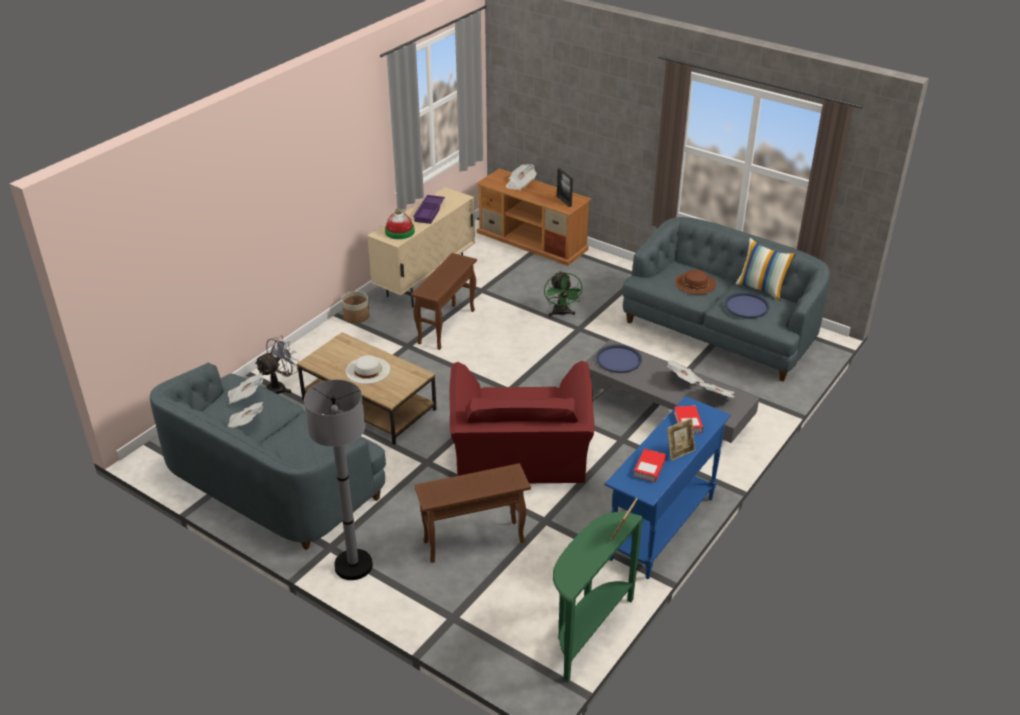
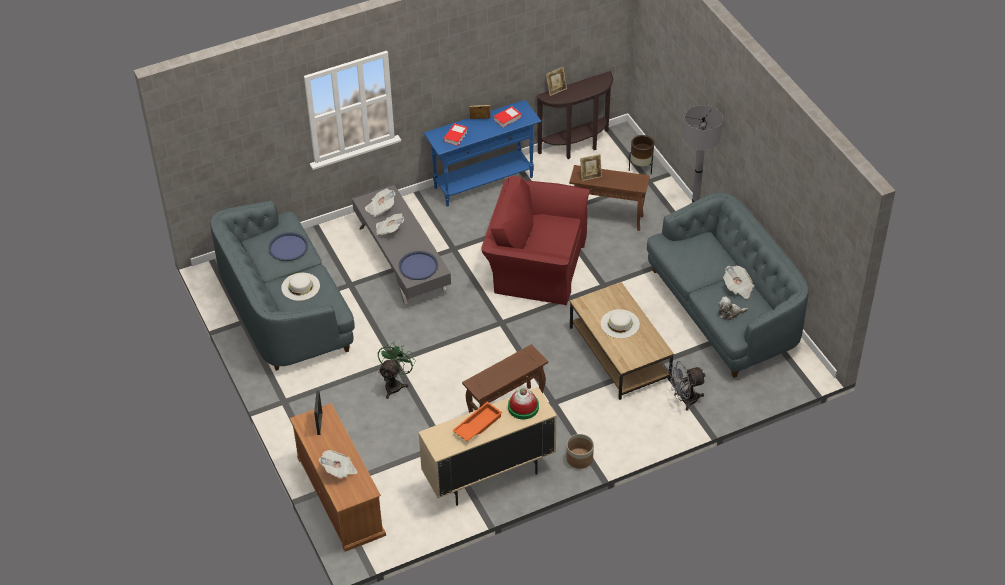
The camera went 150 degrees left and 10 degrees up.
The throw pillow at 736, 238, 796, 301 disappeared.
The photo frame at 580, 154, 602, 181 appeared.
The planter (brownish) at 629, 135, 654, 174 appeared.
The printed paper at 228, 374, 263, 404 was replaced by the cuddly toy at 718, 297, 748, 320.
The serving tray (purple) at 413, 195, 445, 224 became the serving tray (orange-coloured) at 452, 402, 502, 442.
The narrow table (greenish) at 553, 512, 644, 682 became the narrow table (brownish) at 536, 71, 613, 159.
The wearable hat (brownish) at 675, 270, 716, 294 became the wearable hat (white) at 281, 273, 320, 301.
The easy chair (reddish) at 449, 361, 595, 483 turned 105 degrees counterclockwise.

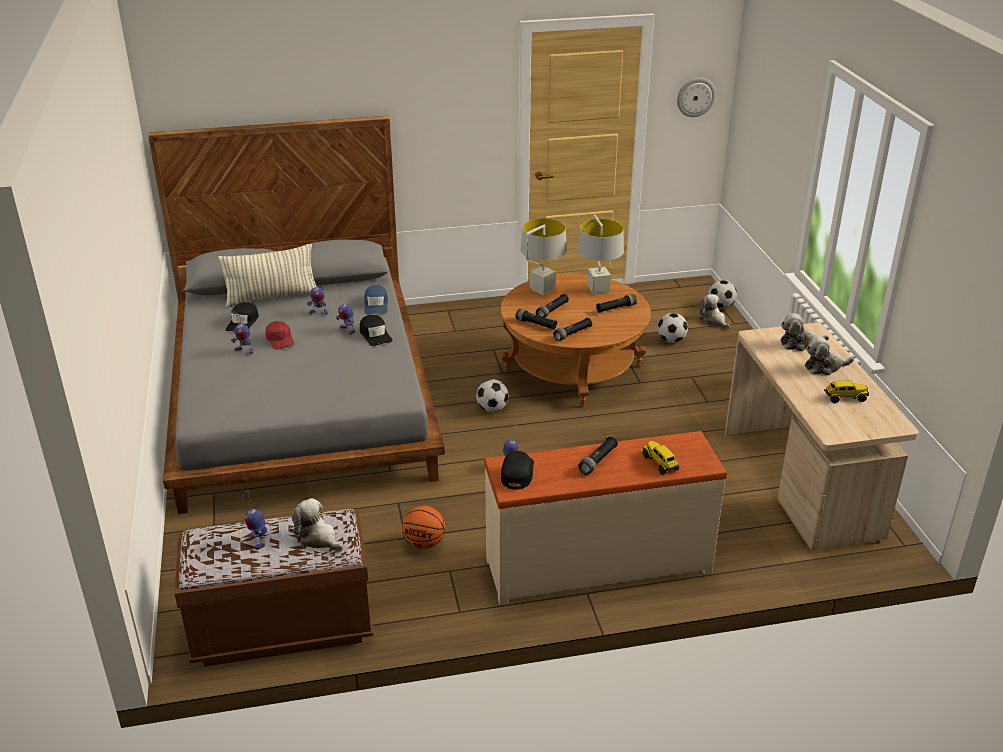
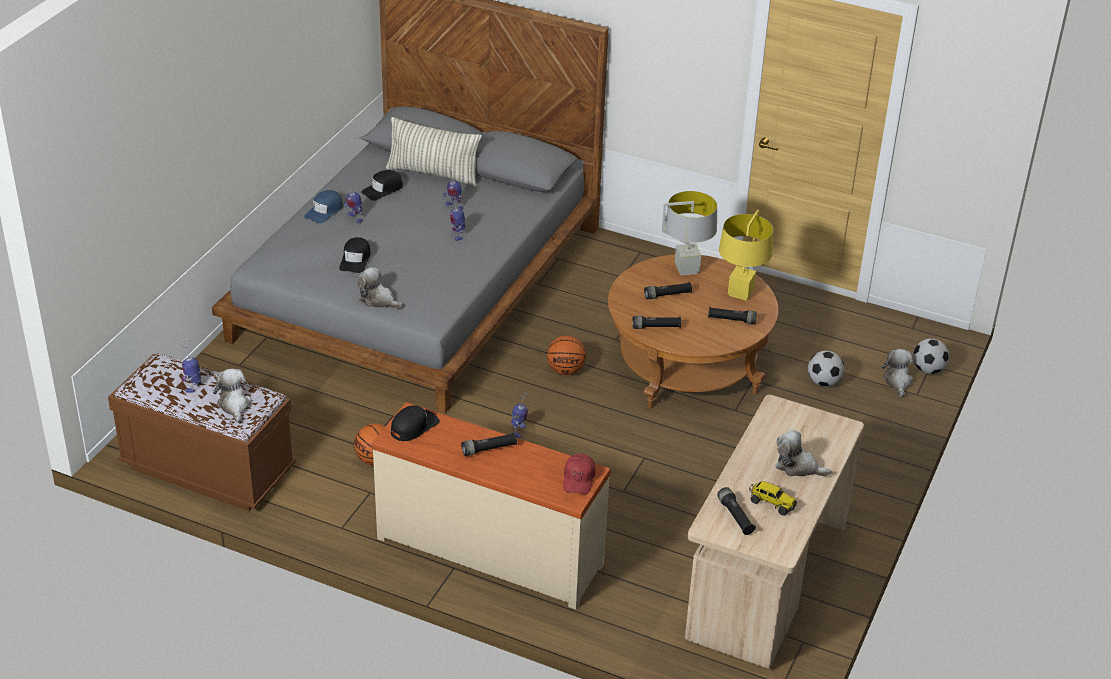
The camera went 35 degrees right and 5 degrees up.
The toy truck at 642, 441, 679, 475 disappeared.
The hanging clock at 677, 78, 716, 117 disappeared.
The peaked cap (reddish) moved from 266, 321, 294, 350 to 563, 454, 596, 494.
The peaked cap (black) moved from 360, 315, 392, 346 to 339, 237, 371, 273.
The peaked cap (blue) moved from 364, 285, 388, 314 to 304, 190, 343, 223.
The torch (black) moved from 515, 309, 557, 330 to 717, 487, 756, 535.
The cuddly toy moved from 781, 313, 829, 351 to 357, 267, 402, 309.
The football at 476, 379, 509, 412 was replaced by the basketball ball at 547, 336, 586, 375.
The lamp for a table (greyish) at 577, 214, 624, 295 became the lamp for a table (yellow) at 719, 210, 773, 301.

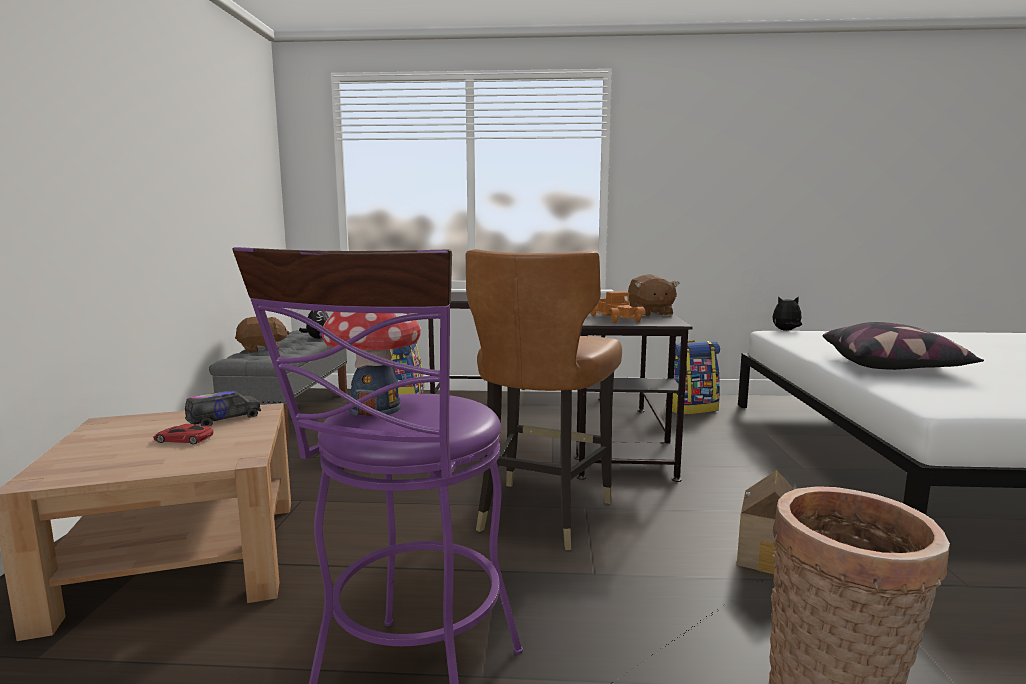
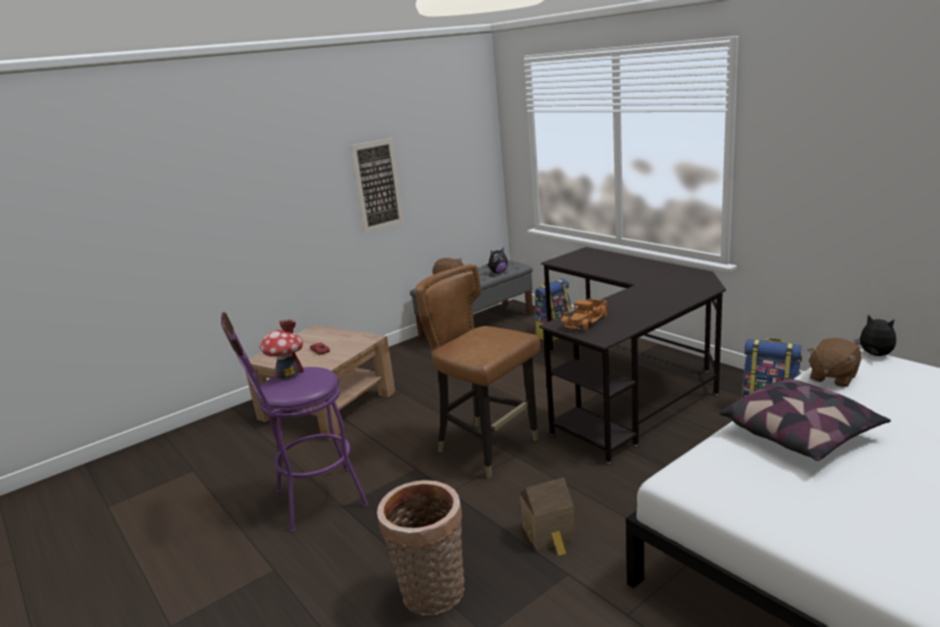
The camera went 50 degrees right and 10 degrees up.
The toy truck at 185, 391, 261, 426 disappeared.
The picture at 350, 138, 404, 233 appeared.
The cuddly toy (brownish) moved from 628, 274, 680, 317 to 808, 338, 861, 387.
The plain chair (brownish) at 465, 249, 622, 550 turned 60 degrees clockwise.

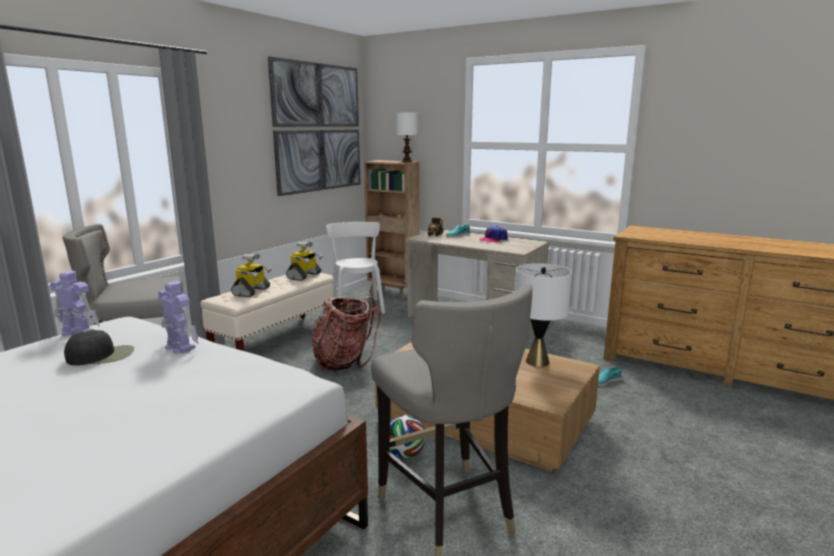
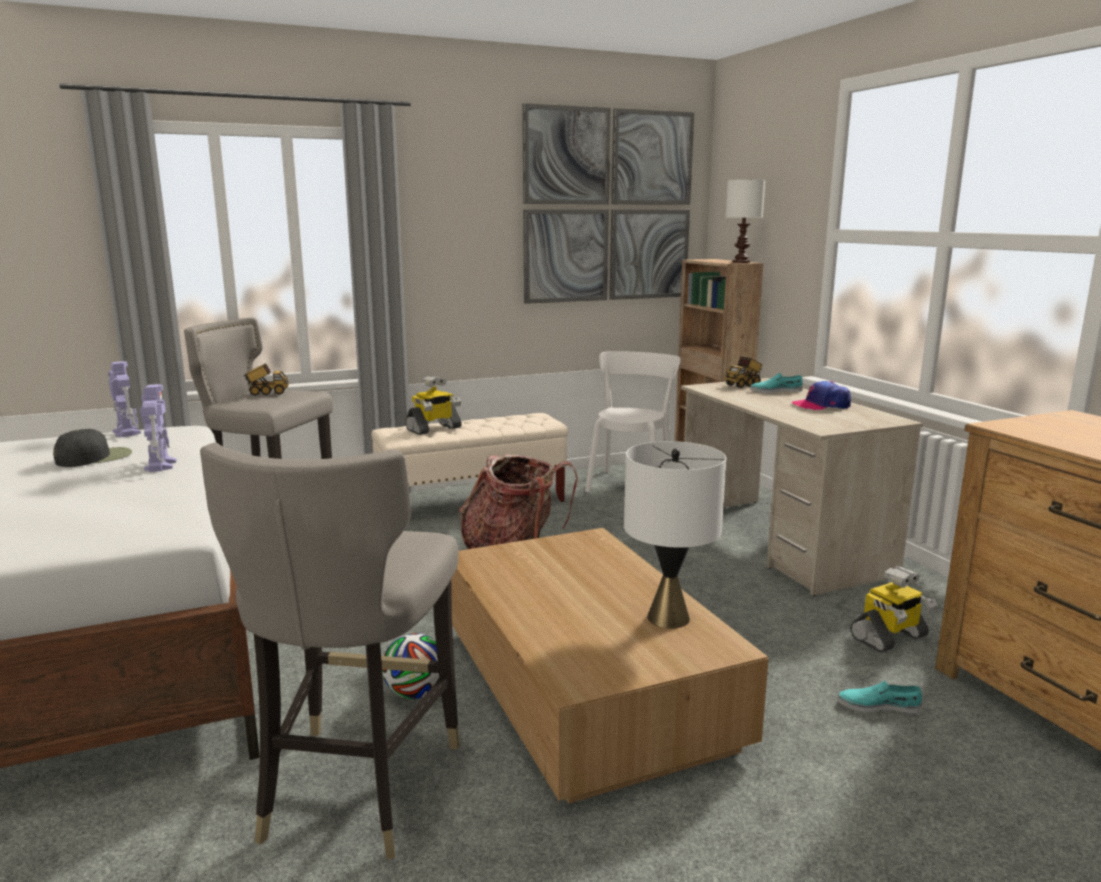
The camera went 35 degrees right and 0 degrees up.
The toy truck at 244, 363, 289, 396 appeared.
The robot figure moved from 286, 241, 322, 281 to 850, 566, 938, 653.
The peaked cap (black) at 64, 330, 134, 366 turned 60 degrees counterclockwise.

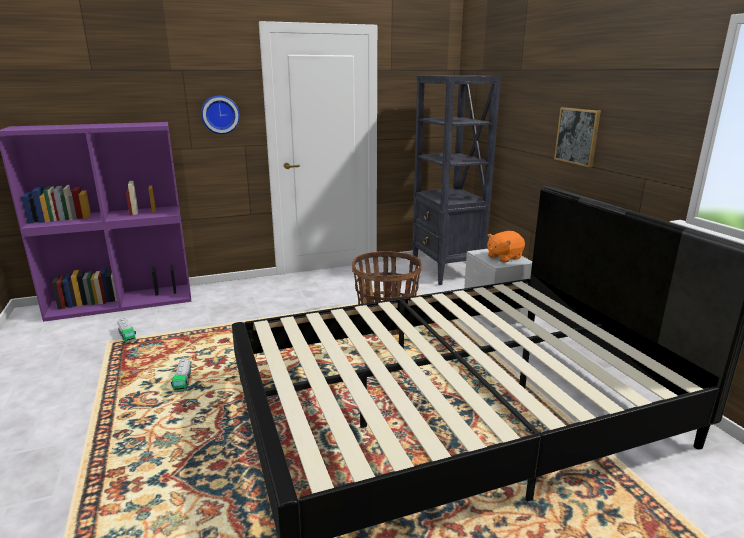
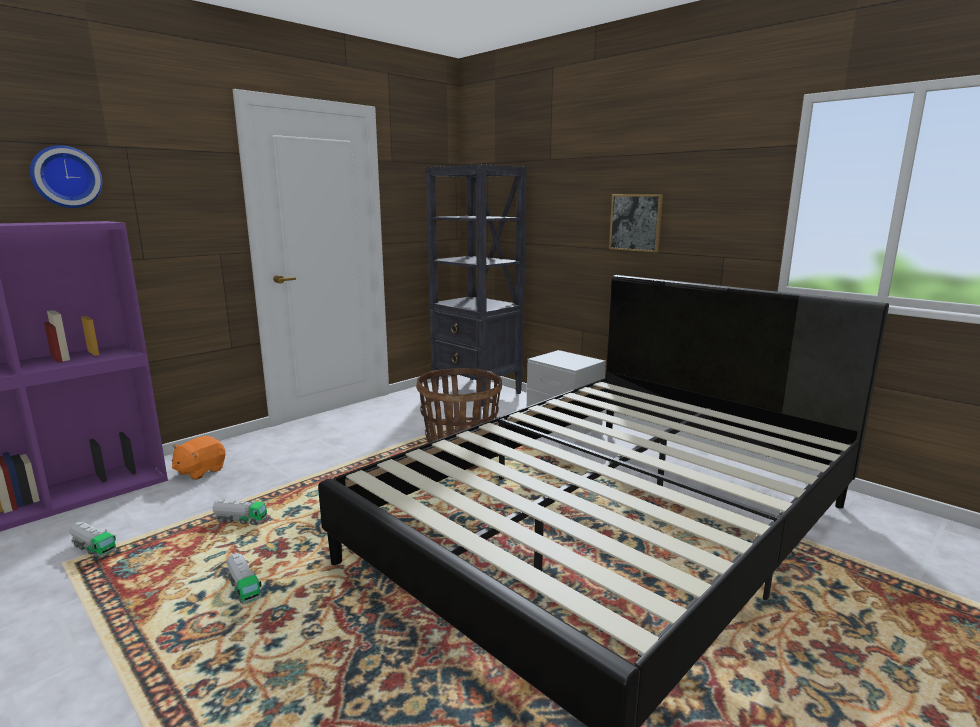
The camera went 25 degrees left and 5 degrees down.
The toy truck at 213, 499, 267, 525 appeared.
The hanging clock moved from 201, 95, 240, 134 to 30, 145, 102, 208.
The cuddly toy (orange-coloured) moved from 487, 231, 525, 262 to 172, 436, 225, 480.

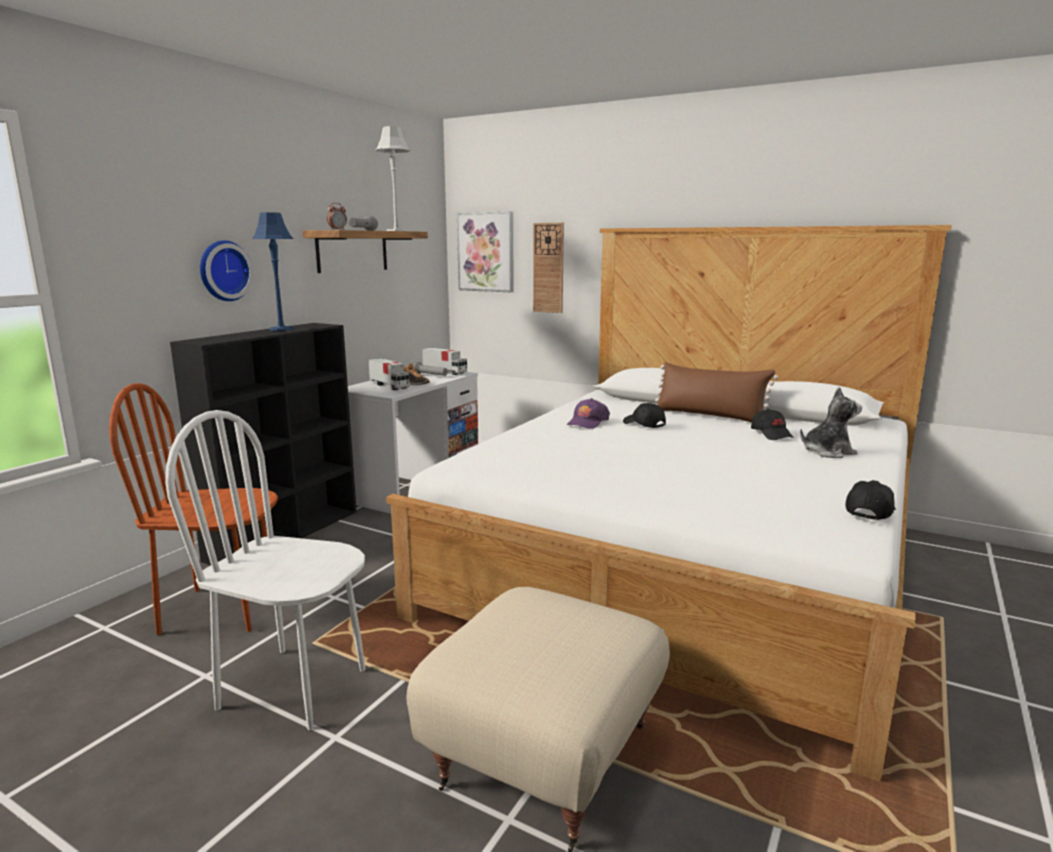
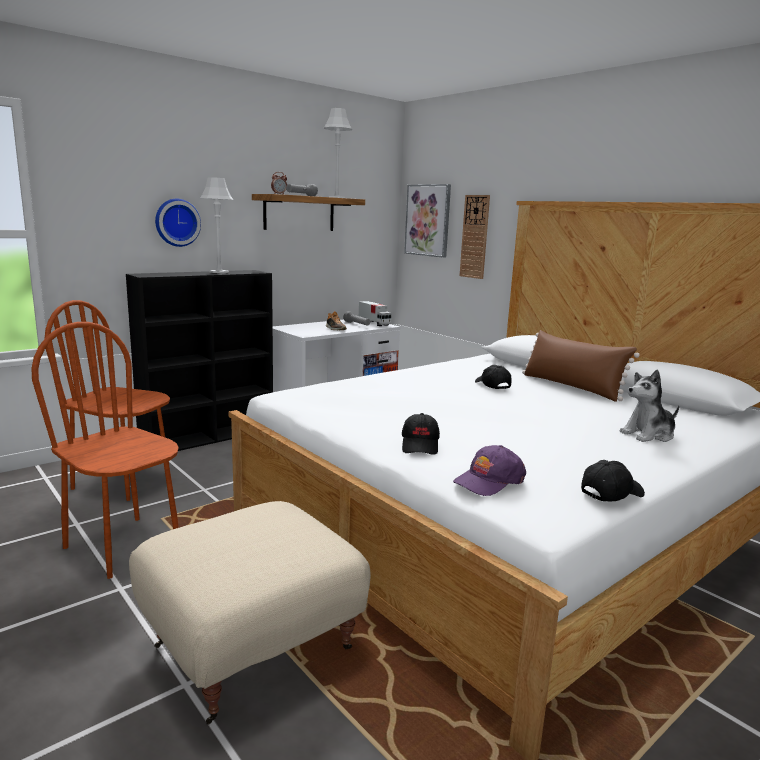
The camera went 20 degrees right and 0 degrees up.
The toy truck at 369, 358, 410, 390 disappeared.
The peaked cap (purple) moved from 567, 398, 610, 429 to 453, 445, 526, 496.
The peaked cap (black) moved from 751, 409, 794, 440 to 402, 413, 440, 455.
The plain chair (white) at 165, 410, 365, 730 became the plain chair (brownish) at 31, 322, 179, 579.
The lamp for a table (blue) at 252, 212, 293, 331 became the lamp for a table (greyish) at 200, 177, 234, 273.
The cuddly toy at 800, 387, 862, 458 turned 150 degrees clockwise.

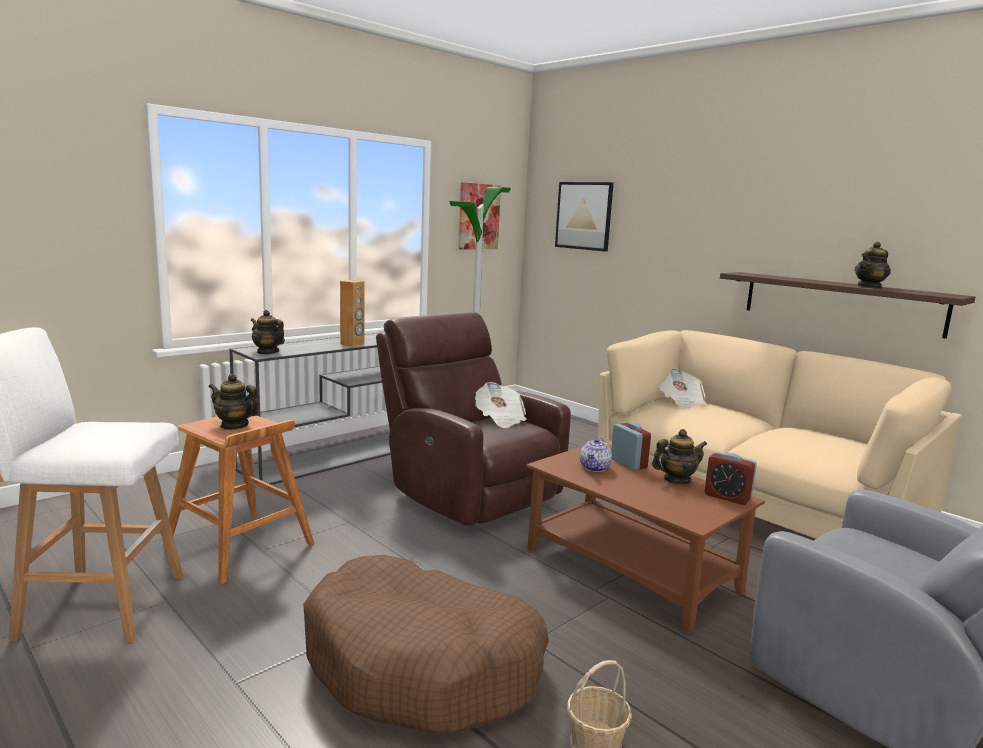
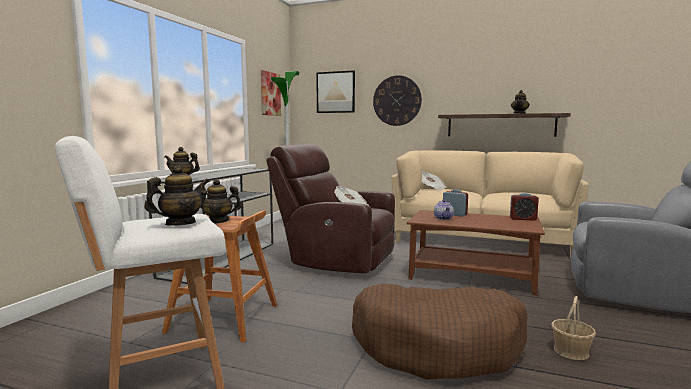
The camera went 25 degrees left and 5 degrees down.
The audio speaker (brownish) at 340, 280, 365, 347 disappeared.
The hanging clock at 373, 75, 422, 126 appeared.
The tea pot moved from 652, 429, 707, 484 to 144, 165, 210, 226.

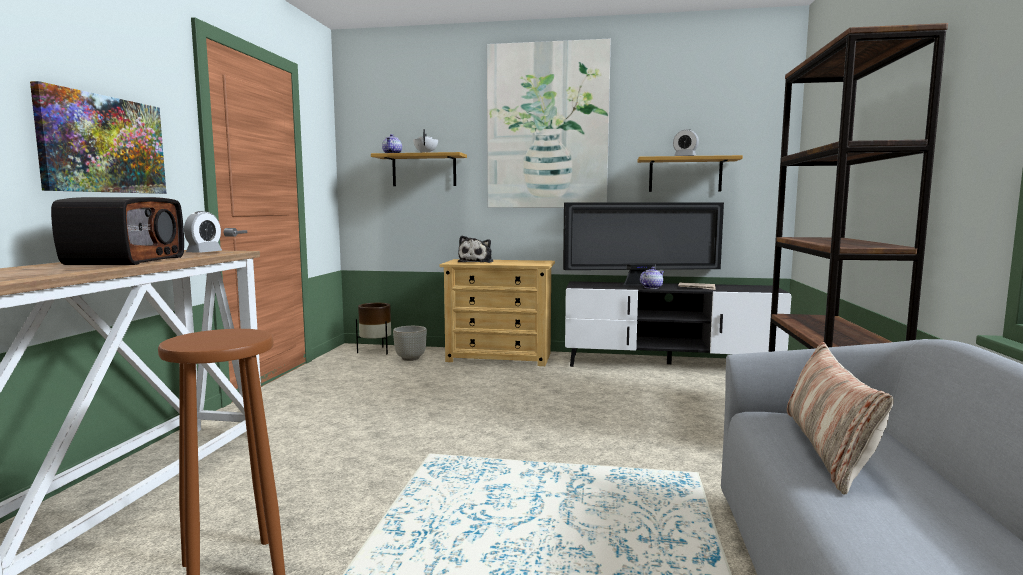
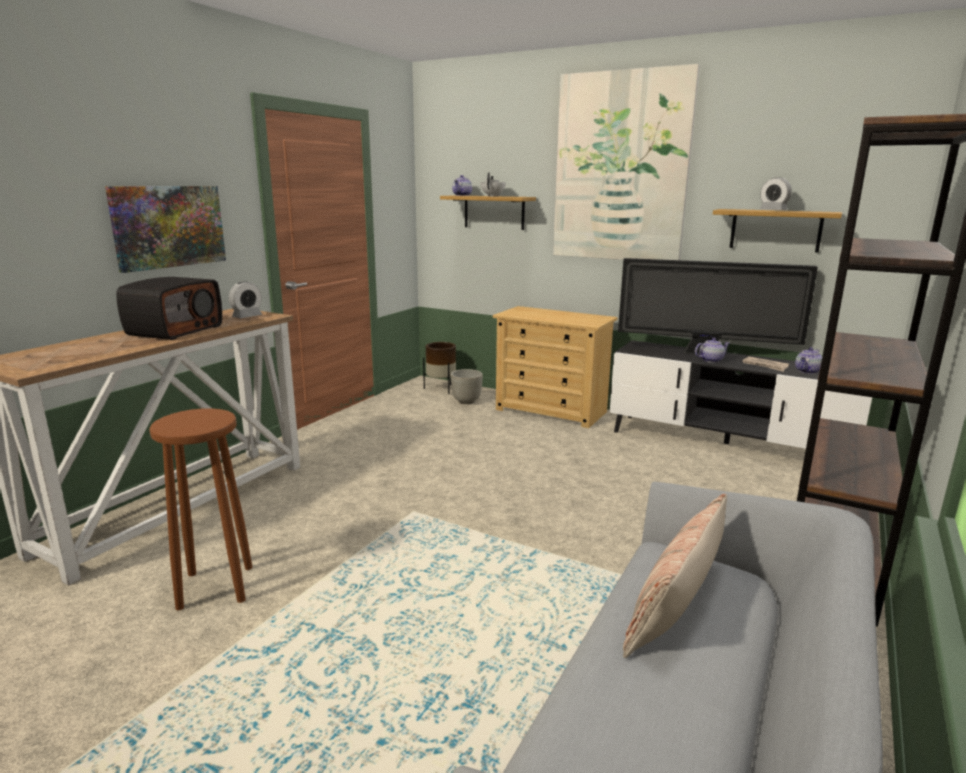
The camera went 20 degrees right and 10 degrees up.
The cuddly toy at 458, 236, 493, 263 disappeared.
The tea pot at 795, 347, 822, 374 appeared.

